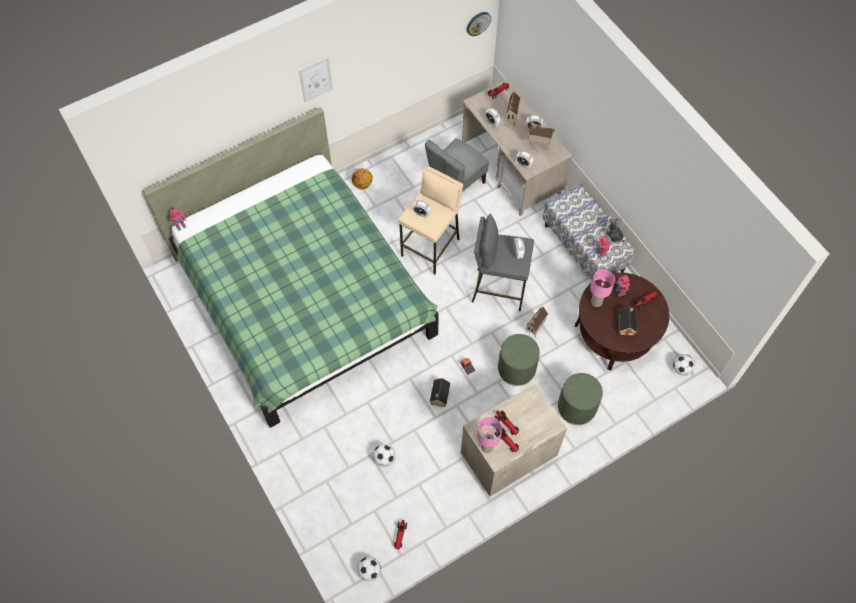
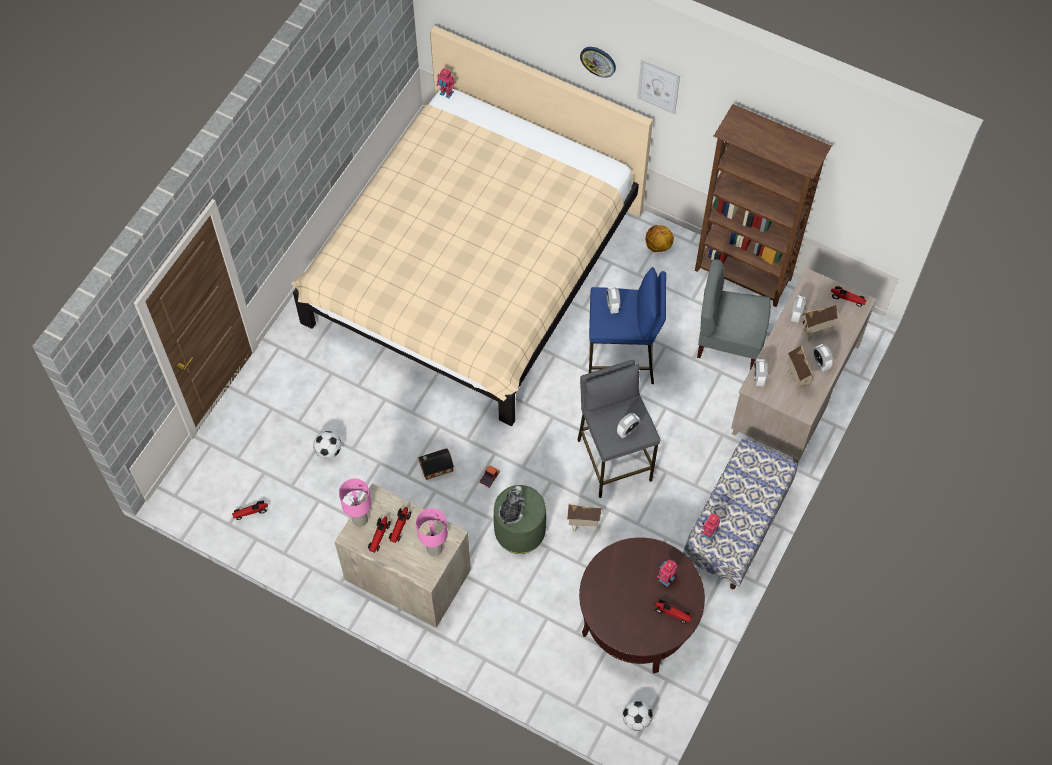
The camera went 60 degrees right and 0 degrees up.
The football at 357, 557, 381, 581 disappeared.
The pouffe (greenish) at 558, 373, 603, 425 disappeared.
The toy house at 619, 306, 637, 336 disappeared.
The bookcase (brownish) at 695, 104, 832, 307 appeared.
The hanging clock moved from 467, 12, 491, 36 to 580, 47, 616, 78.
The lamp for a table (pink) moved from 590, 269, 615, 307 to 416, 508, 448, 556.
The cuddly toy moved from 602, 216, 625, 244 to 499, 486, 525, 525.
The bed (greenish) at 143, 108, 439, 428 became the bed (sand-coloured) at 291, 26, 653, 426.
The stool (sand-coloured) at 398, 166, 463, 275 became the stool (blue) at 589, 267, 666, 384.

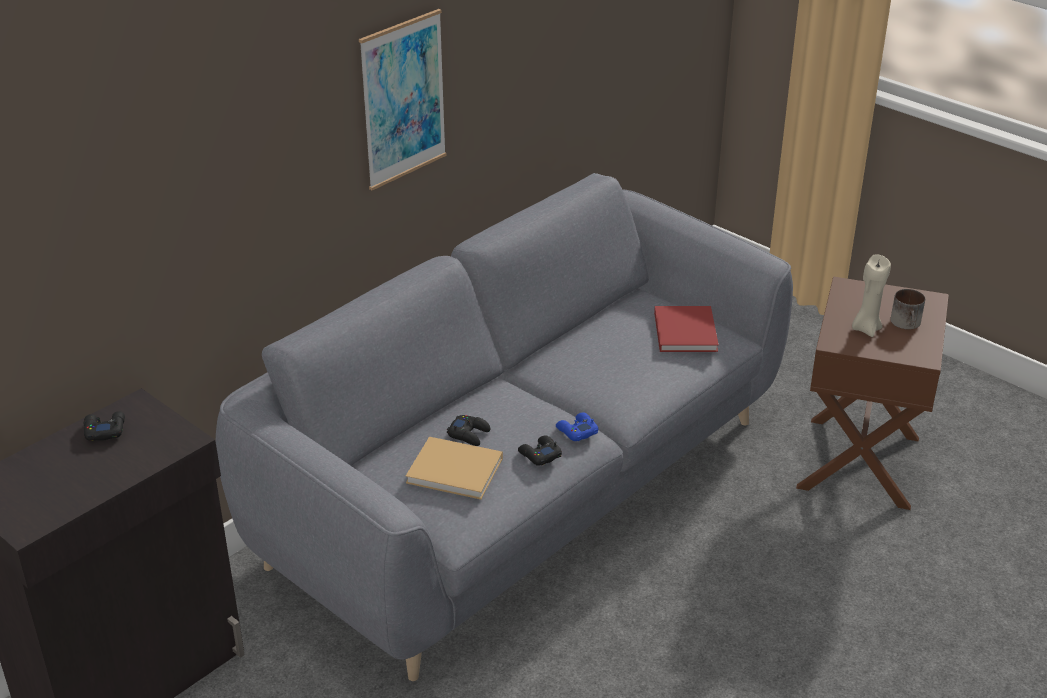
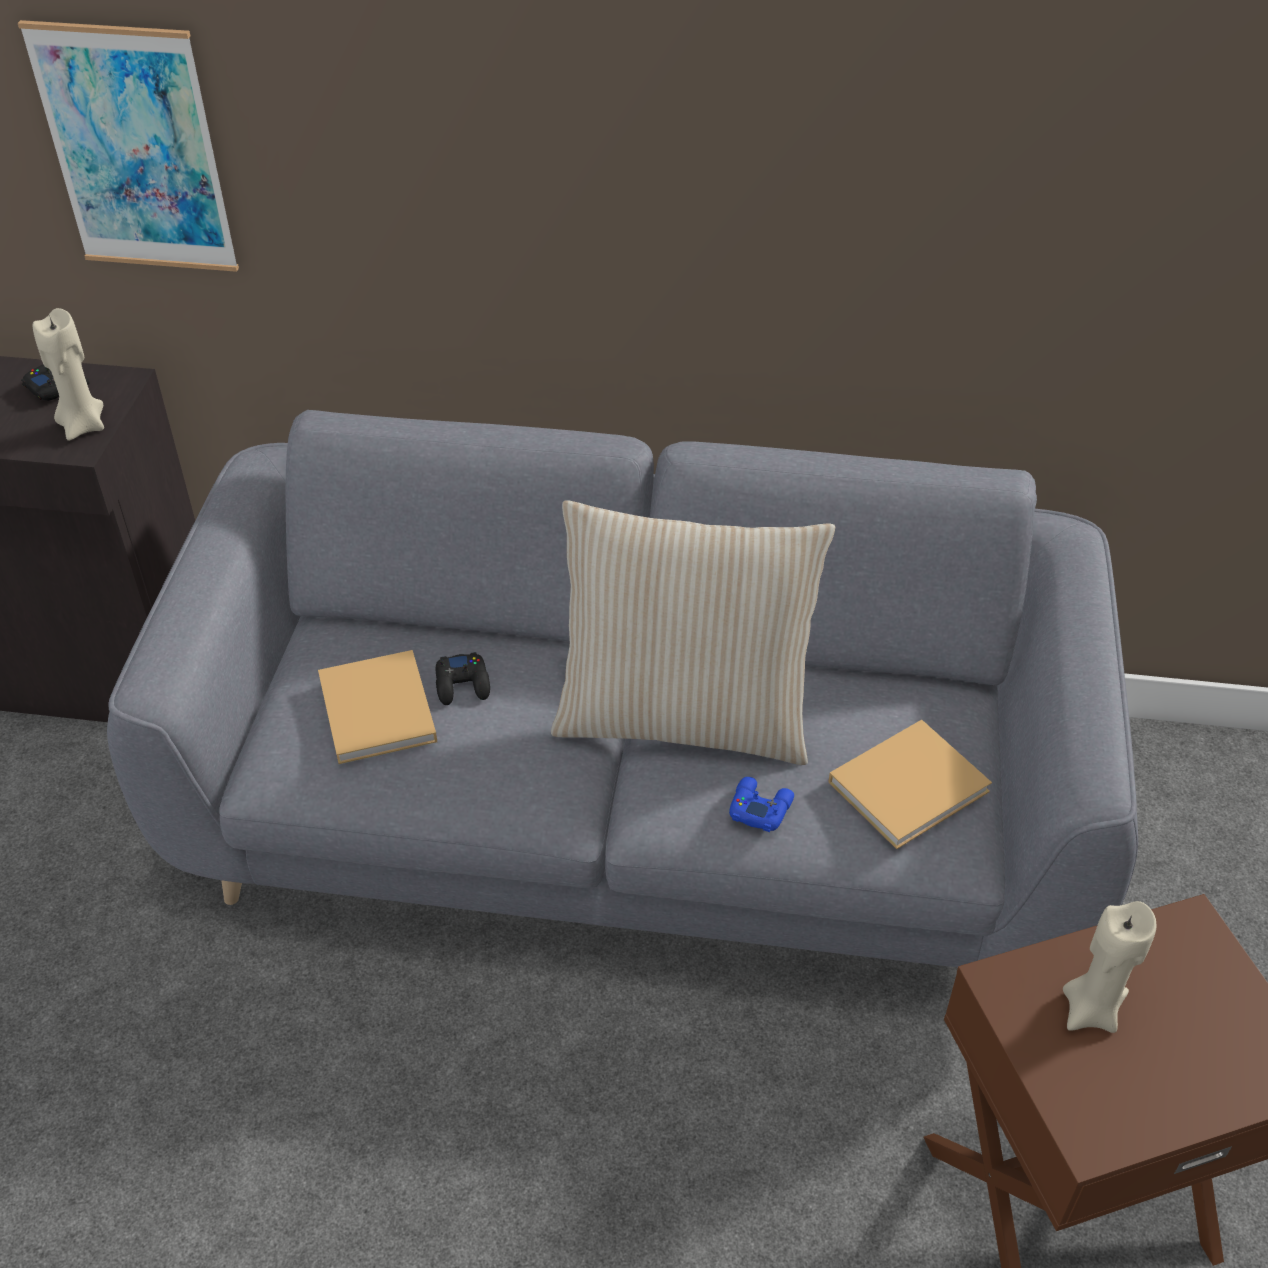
The camera went 55 degrees right and 10 degrees up.
The joypad (black) at 518, 435, 562, 466 disappeared.
The tea mug at 890, 289, 925, 330 disappeared.
The wax candle (sand-coloured) at 33, 308, 104, 441 appeared.
The throw pillow (sand-coloured) at 551, 500, 835, 765 appeared.
The picture moved from 359, 9, 447, 190 to 18, 20, 239, 272.
The joypad (blue) moved from 556, 413, 598, 441 to 729, 777, 794, 832.
The book (reddish) at 654, 306, 719, 352 became the book (sand-coloured) at 828, 720, 992, 849.

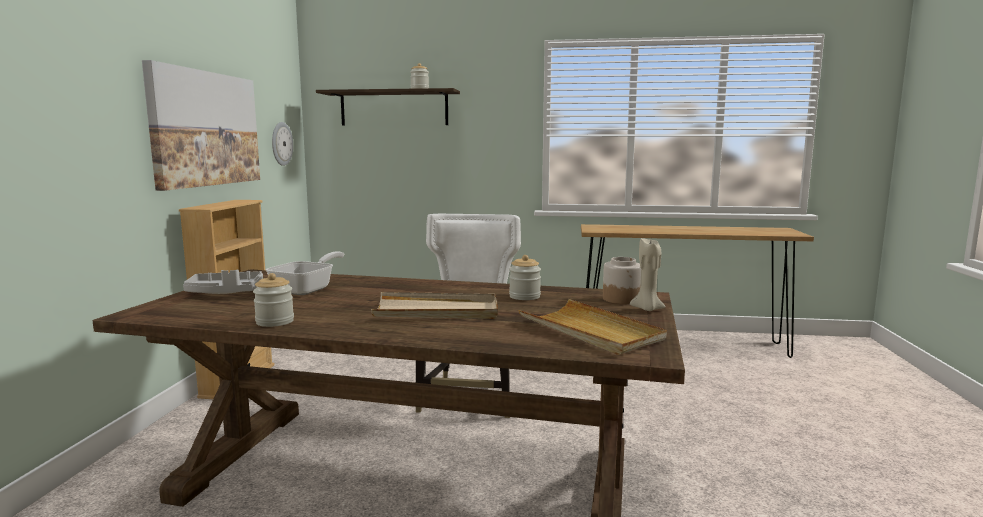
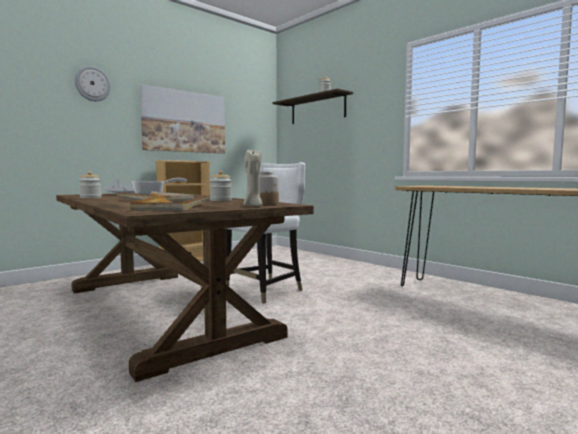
The camera went 40 degrees right and 5 degrees down.
The hanging clock moved from 272, 122, 293, 166 to 75, 66, 111, 101.

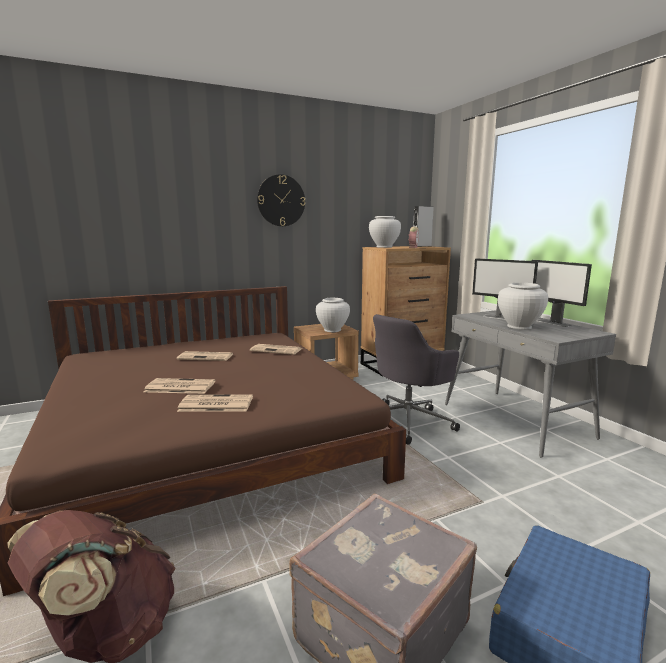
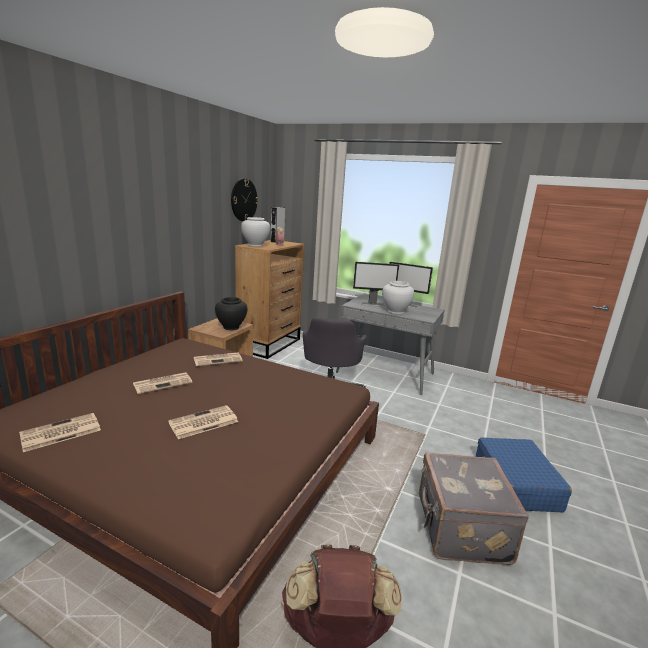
The camera went 40 degrees left and 5 degrees up.
The printed paper moved from 177, 394, 253, 412 to 19, 413, 101, 452.
The hanging clock moved from 257, 174, 305, 226 to 231, 179, 258, 221.
The flower vase (white) at 316, 298, 350, 332 became the flower vase (black) at 215, 297, 247, 330.

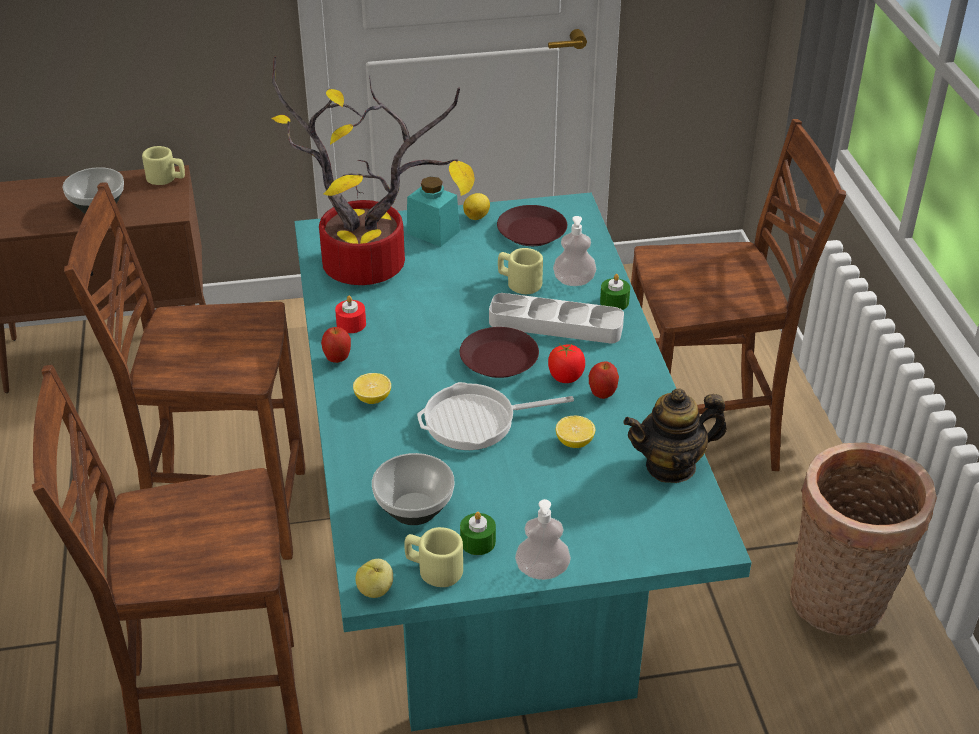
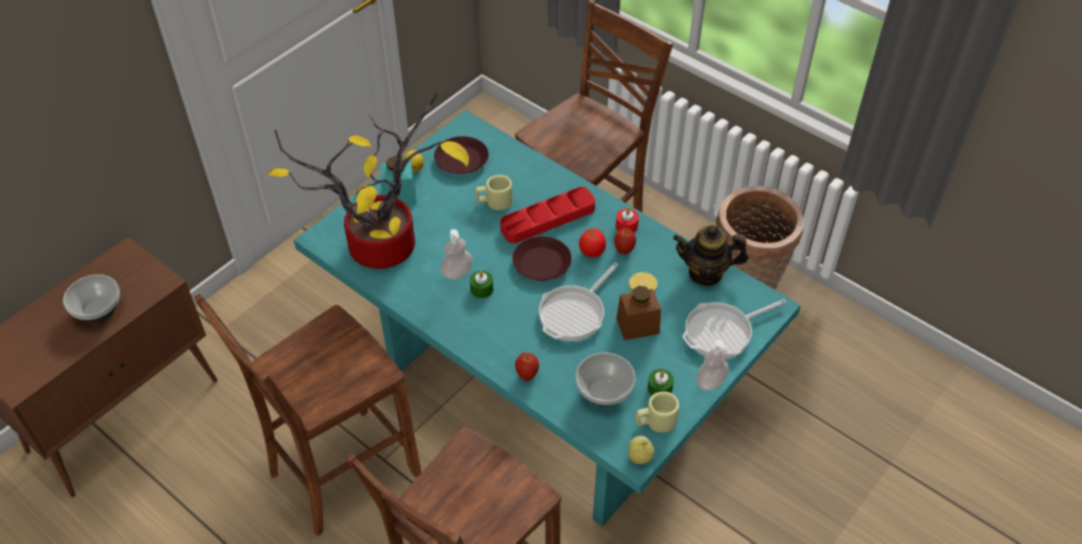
The camera went 40 degrees left and 10 degrees up.
The tea mug (sand-coloured) at 142, 146, 185, 185 disappeared.
The whole lemon at 353, 373, 391, 404 disappeared.
The storage jar (brownish) at 616, 286, 661, 340 appeared.
The skillet at 682, 299, 787, 358 appeared.
The whole apple moved from 321, 327, 351, 363 to 515, 353, 539, 381.
The wax candle (reddish) moved from 335, 295, 366, 333 to 616, 208, 639, 233.
The soap bottle moved from 553, 216, 596, 286 to 441, 229, 473, 280.
The wax candle (greenish) moved from 600, 274, 630, 310 to 470, 271, 493, 298.
The serving tray (greyish) at 489, 293, 624, 344 became the serving tray (reddish) at 500, 187, 595, 243.
The tea pot at 623, 388, 727, 483 turned 60 degrees clockwise.

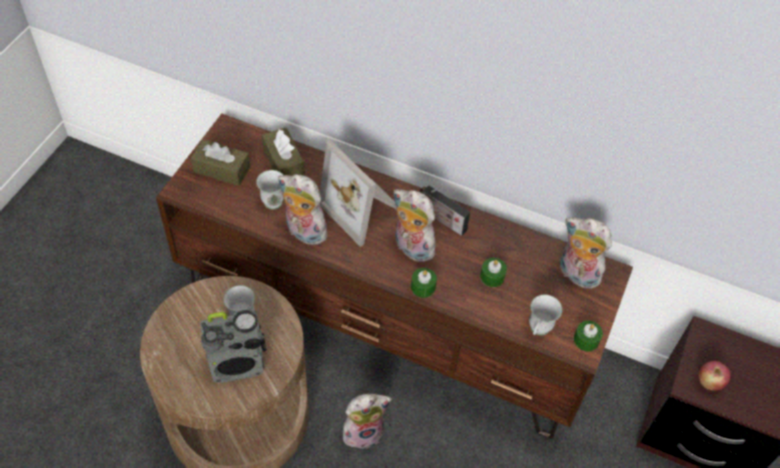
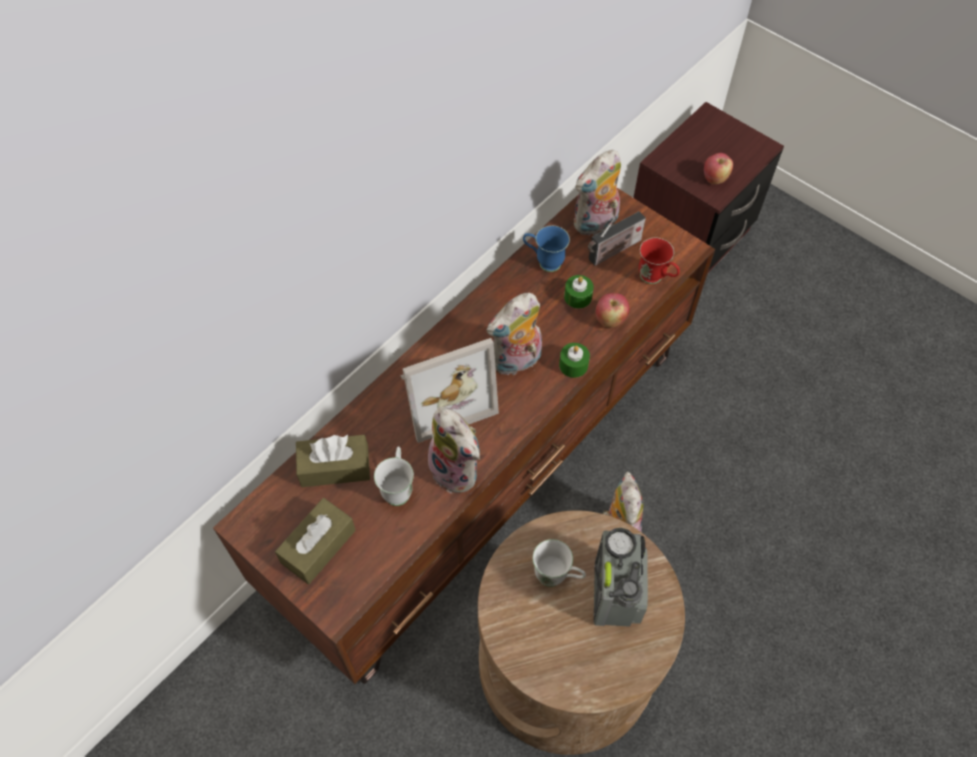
The camera went 70 degrees left and 5 degrees up.
The wax candle (greenish) at 574, 321, 603, 351 disappeared.
The tea mug (blue) at 523, 226, 570, 272 appeared.
The whole apple at 596, 293, 629, 327 appeared.
The radio receiver moved from 420, 186, 470, 236 to 587, 211, 646, 266.
The tea mug (white) at 529, 294, 562, 335 became the tea mug (reddish) at 639, 237, 680, 284.
The cuddly toy at 278, 174, 328, 245 turned 90 degrees counterclockwise.

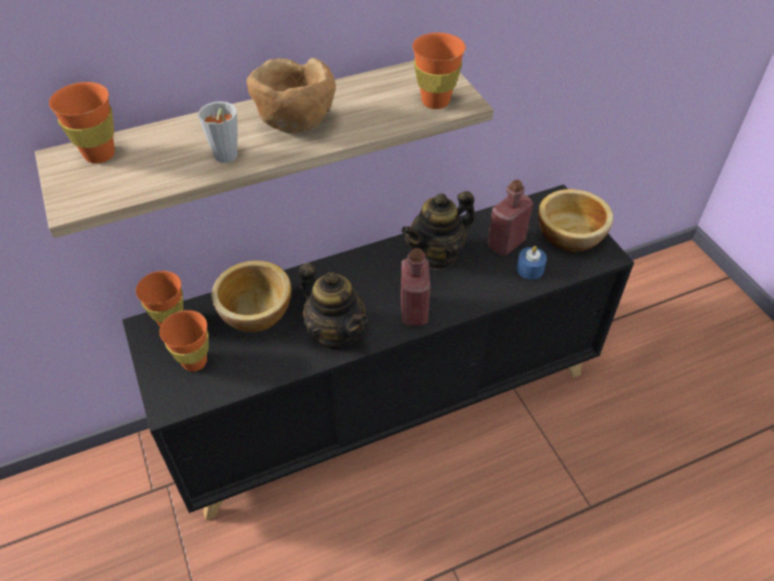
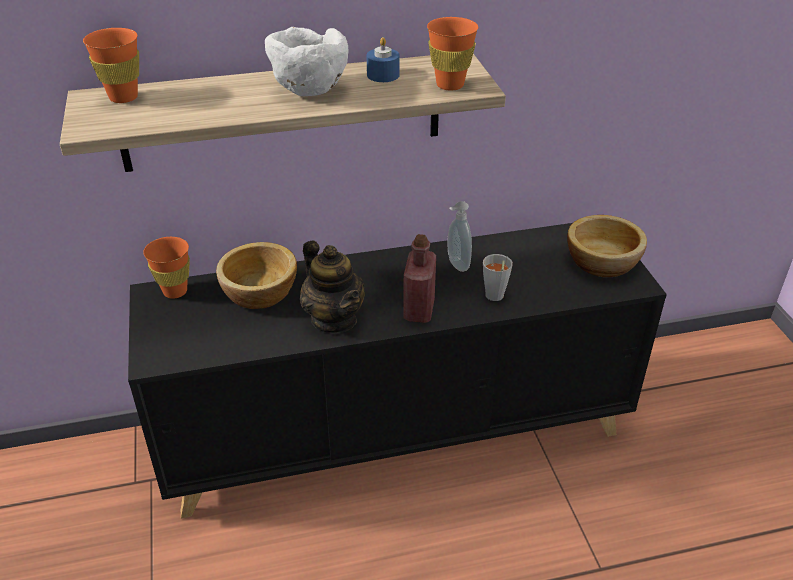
The camera went 10 degrees right and 10 degrees down.
The cup (orange-coloured) at 159, 310, 209, 372 disappeared.
The bottle (reddish) at 488, 179, 533, 256 disappeared.
The cup (greyish) moved from 198, 101, 238, 163 to 483, 254, 513, 301.
The wax candle (blue) moved from 517, 246, 547, 279 to 367, 37, 400, 82.
The tea pot at 401, 191, 475, 270 was replaced by the soap bottle at 447, 201, 472, 272.
The bowl (brownish) at 247, 58, 336, 134 became the bowl (white) at 265, 27, 349, 96.

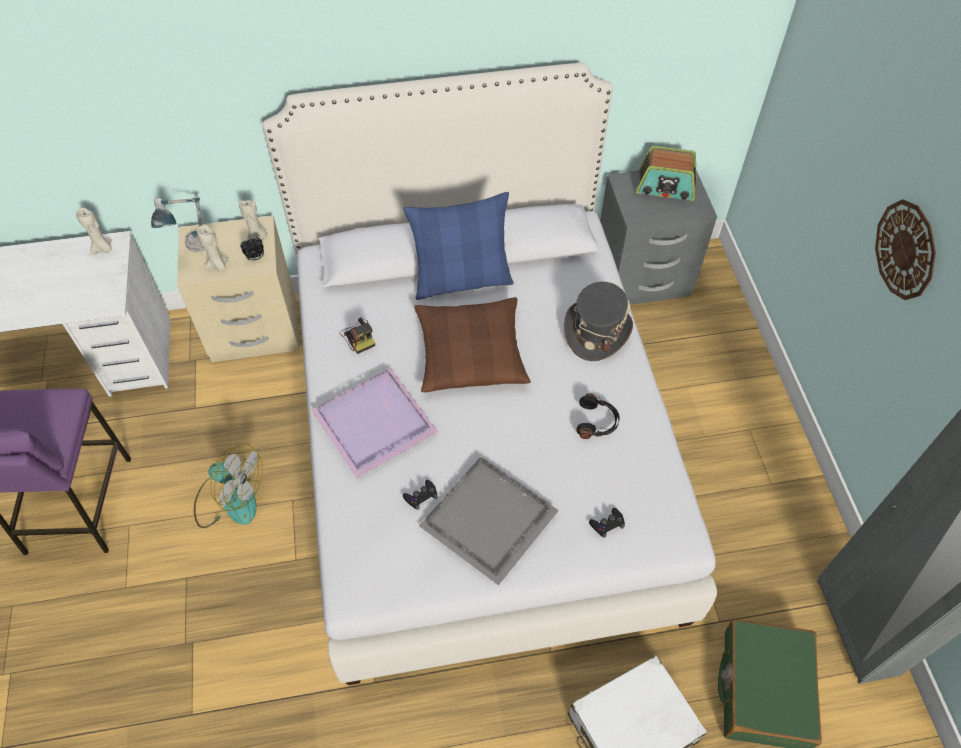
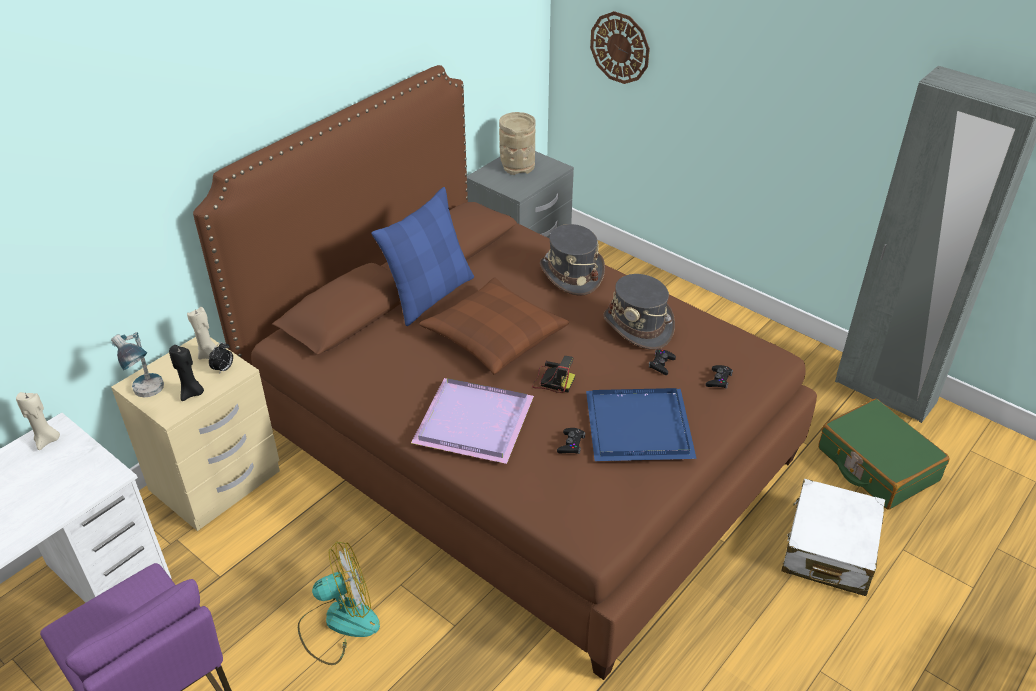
The camera went 40 degrees left and 15 degrees down.
The joypad (black) at 649, 349, 676, 375 appeared.
The still camera moved from 340, 317, 375, 354 to 532, 356, 575, 393.
The hanging clock moved from 875, 199, 936, 300 to 590, 11, 650, 84.
The headphones (black) at 576, 393, 620, 439 was replaced by the wearable hat (greyish) at 603, 274, 675, 350.
The radio receiver at 636, 146, 697, 201 was replaced by the flower vase (sand-coloured) at 499, 112, 535, 175.
The wax candle (sand-coloured) at 197, 225, 229, 271 became the wax candle (black) at 169, 345, 204, 401.
The bed (white) at 262, 63, 717, 685 became the bed (brownish) at 193, 65, 817, 680.
The serving tray (greyish) at 419, 457, 559, 585 became the serving tray (blue) at 586, 388, 697, 461.

